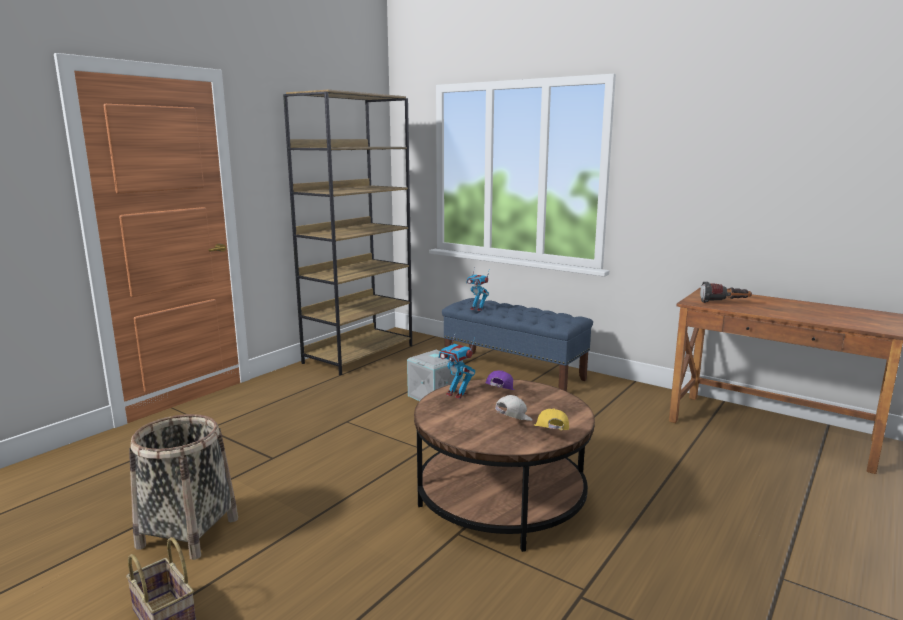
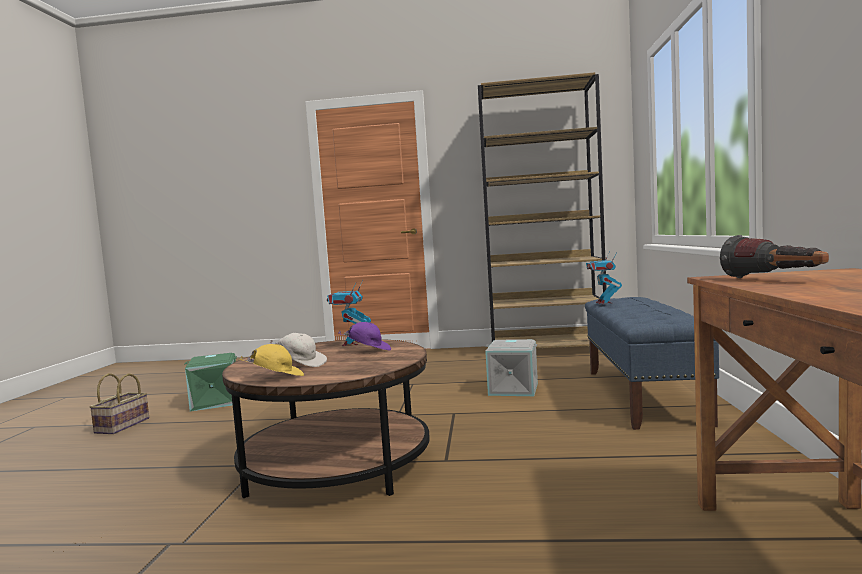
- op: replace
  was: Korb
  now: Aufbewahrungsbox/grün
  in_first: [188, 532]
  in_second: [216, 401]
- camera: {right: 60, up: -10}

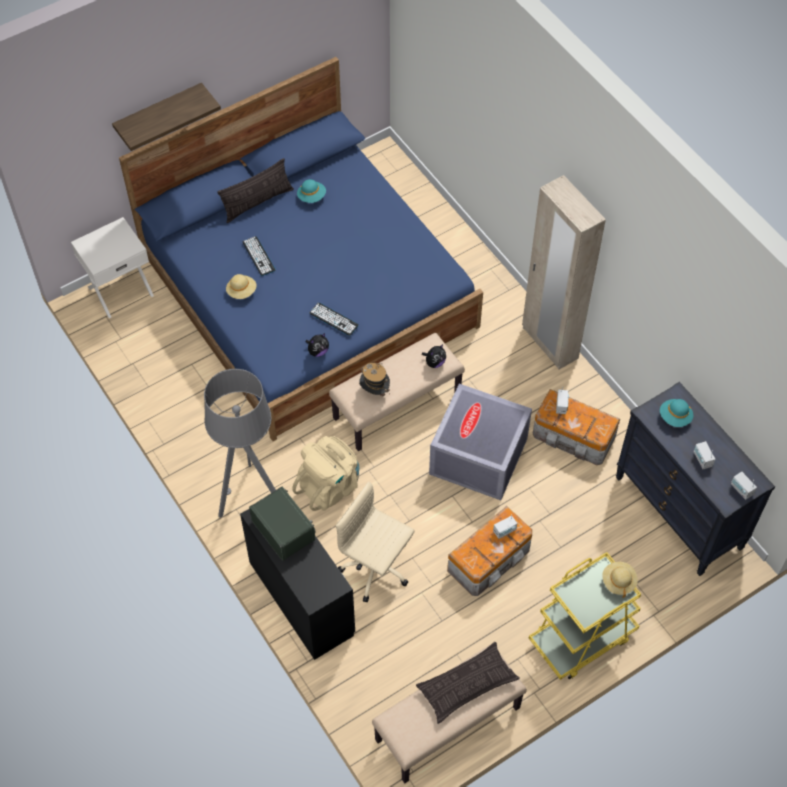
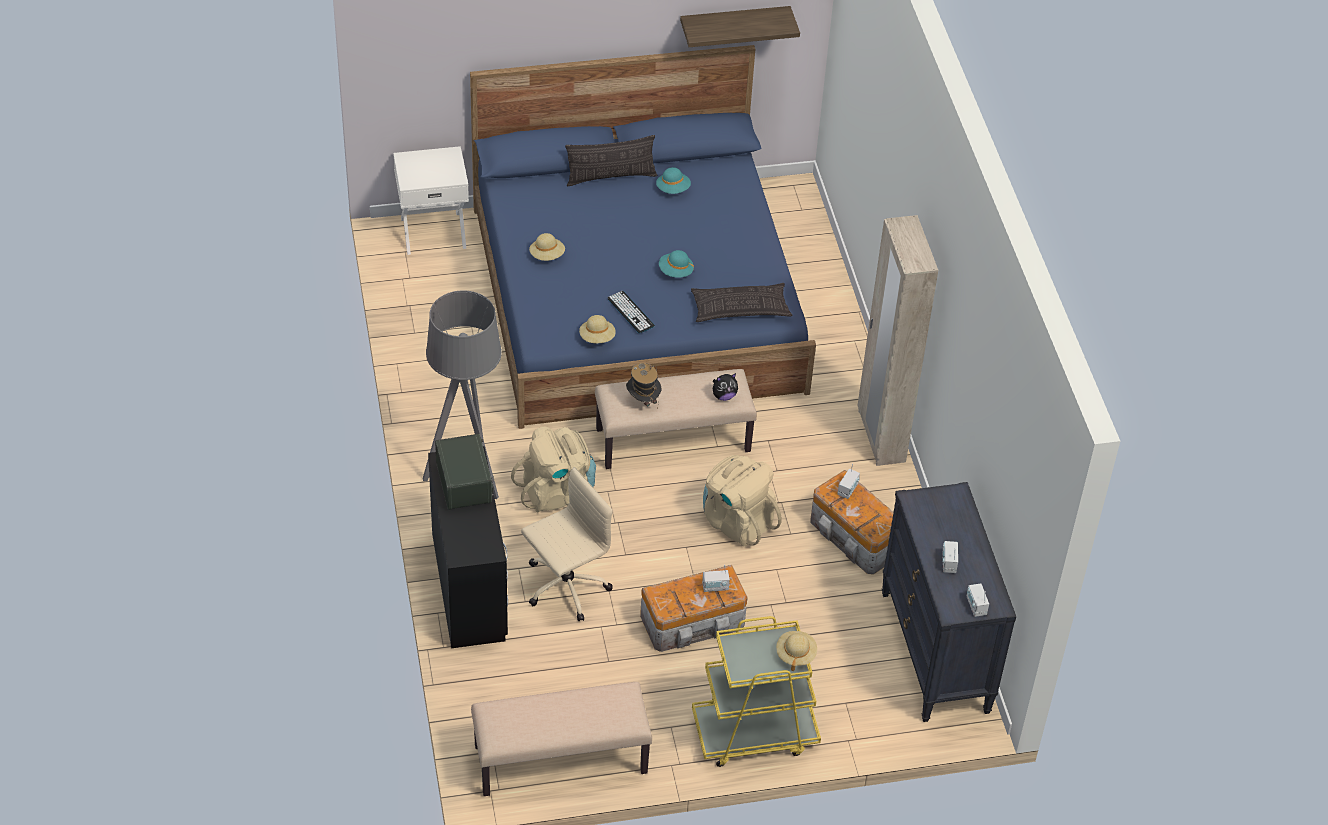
- op: delete
  was: Tastatur
  in_first: [259, 256]
- op: move
  was: Wandregal
  in_first: [159, 113]
  in_second: [734, 24]
- op: move
  was: Kissen
  in_first: [467, 685]
  in_second: [740, 308]
- op: move
  was: Hut/türkis
  in_first: [675, 417]
  in_second: [675, 272]
- op: replace
  was: Plüschtier
  now: Hut/beige
  in_first: [318, 351]
  in_second: [597, 338]
- op: replace
  was: Aufbewahrungsbox/grau
  now: Rucksack/beige
  in_first: [479, 457]
  in_second: [737, 521]
- op: rotate
  was: Bürostuhl/beige
  in_first: [376, 568]
  in_second: [565, 587]
  clockwise: 90
- camera: {right: 20, up: -10}

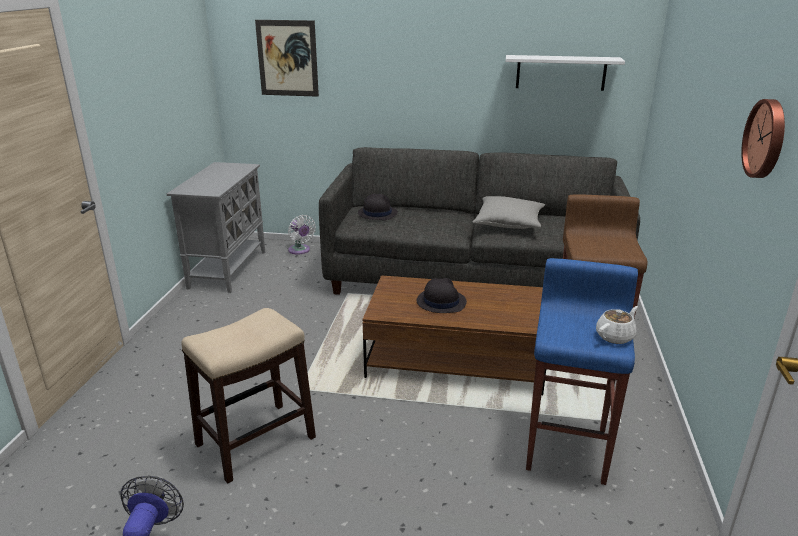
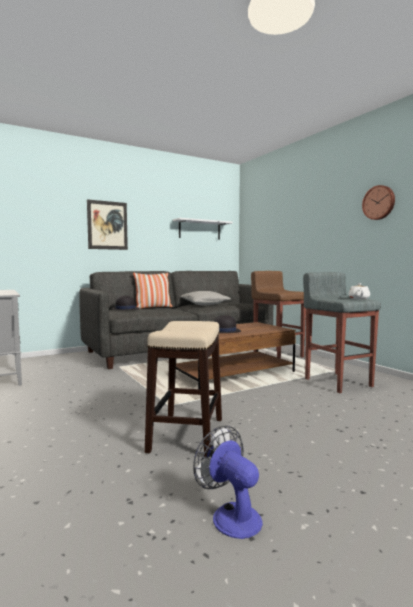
- op: delete
  was: Ventilator/weiß
  in_first: [300, 250]
- op: insert
  now: Kissen
  in_second: [153, 308]
- op: move
  was: Bild
  in_first: [287, 58]
  in_second: [107, 225]
- op: recolor
  was: Hocker/blau
  now: Hocker/grau
  in_first: [568, 447]
  in_second: [338, 382]
- camera: {right: -40, up: -20}

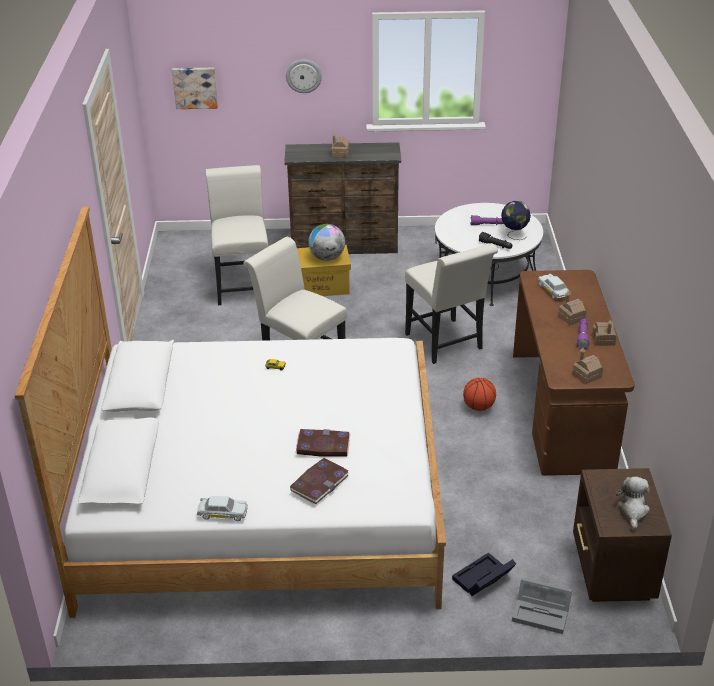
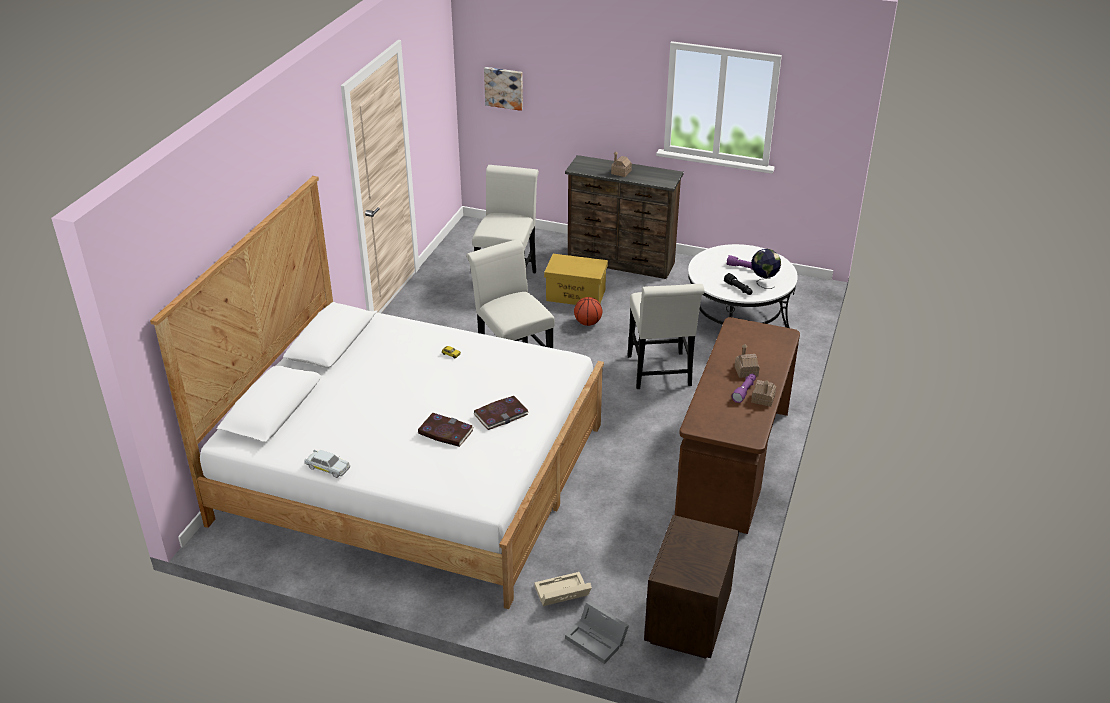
- op: delete
  was: Wanduhr
  in_first: [303, 76]
- op: delete
  was: Globus
  in_first: [327, 258]
- op: delete
  was: Spielzeugauto/weiß
  in_first: [553, 291]
- op: delete
  was: Spielzeughaus
  in_first: [586, 375]
- op: delete
  was: Plüschtier
  in_first: [632, 511]
- op: move
  was: Buch
  in_first: [319, 482]
  in_second: [501, 414]
- op: move
  was: Basketball
  in_first: [478, 407]
  in_second: [587, 323]
- op: recolor
  was: Aufbewahrungsbox/schwarz
  now: Aufbewahrungsbox/beige
  in_first: [482, 580]
  in_second: [561, 594]
- camera: {right: 20, up: 0}

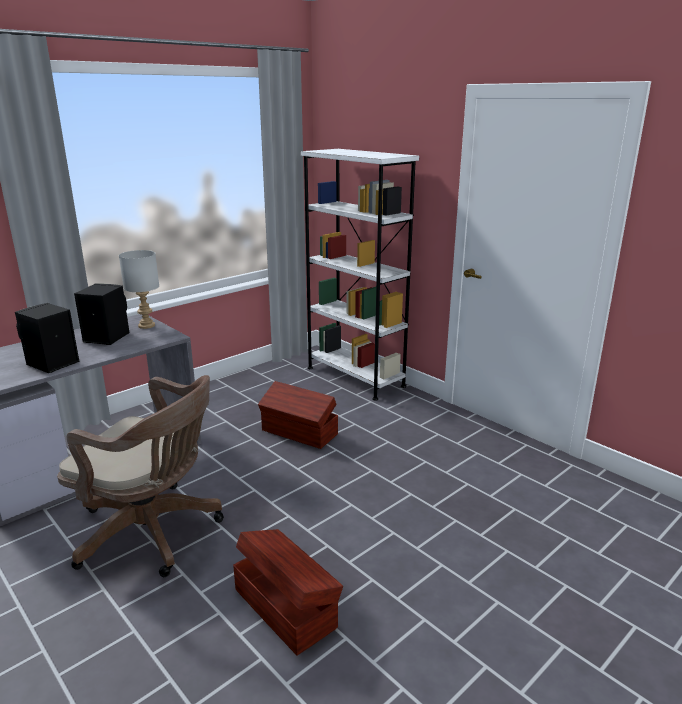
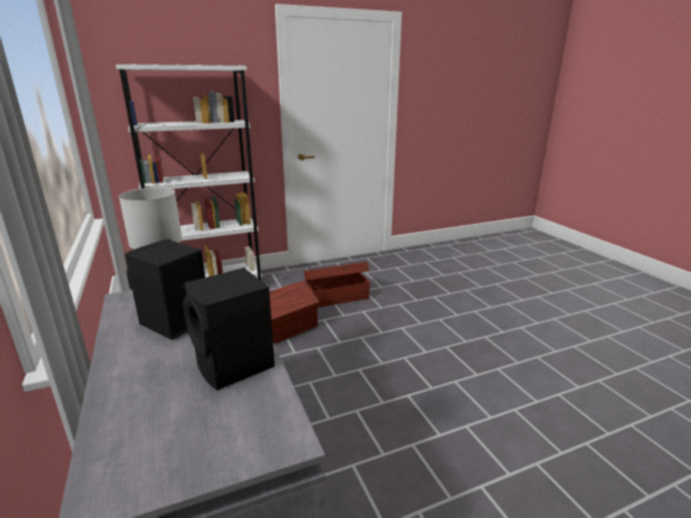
- op: delete
  was: Bürostuhl/braun
  in_first: [154, 532]
- op: move
  was: Aufbewahrungsbox/braun
  in_first: [285, 606]
  in_second: [336, 297]
- camera: {right: -70, up: 0}

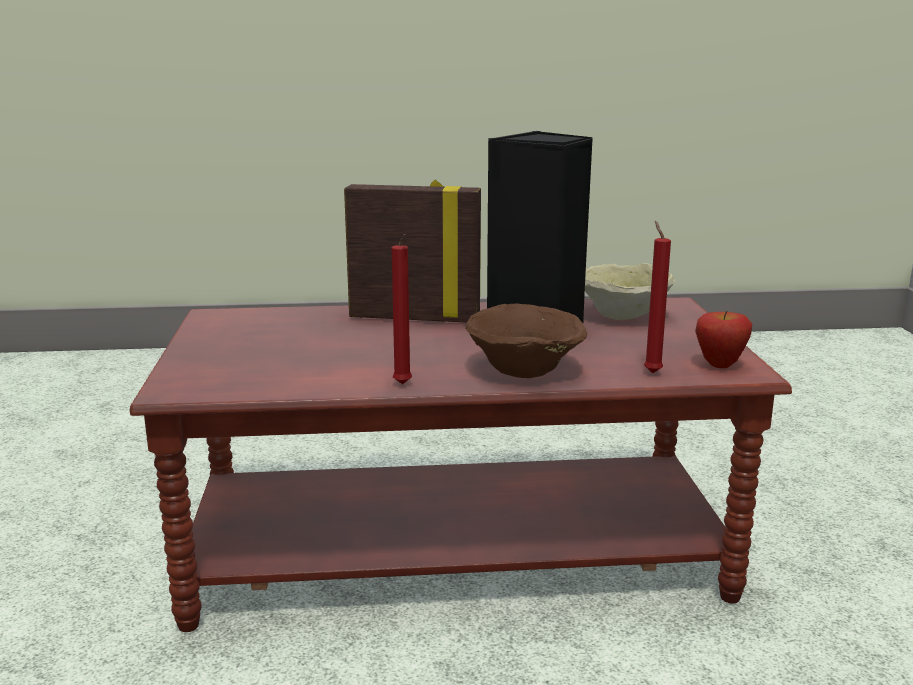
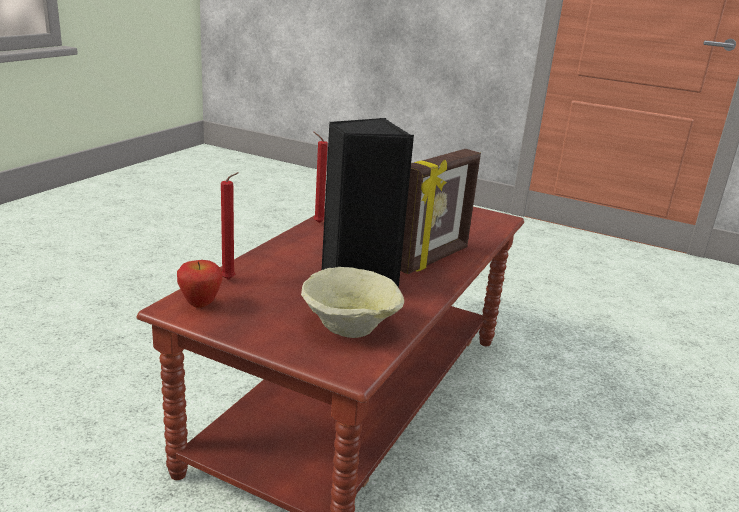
- op: delete
  was: Schüssel/braun
  in_first: [526, 369]
- camera: {right: 120, up: 5}

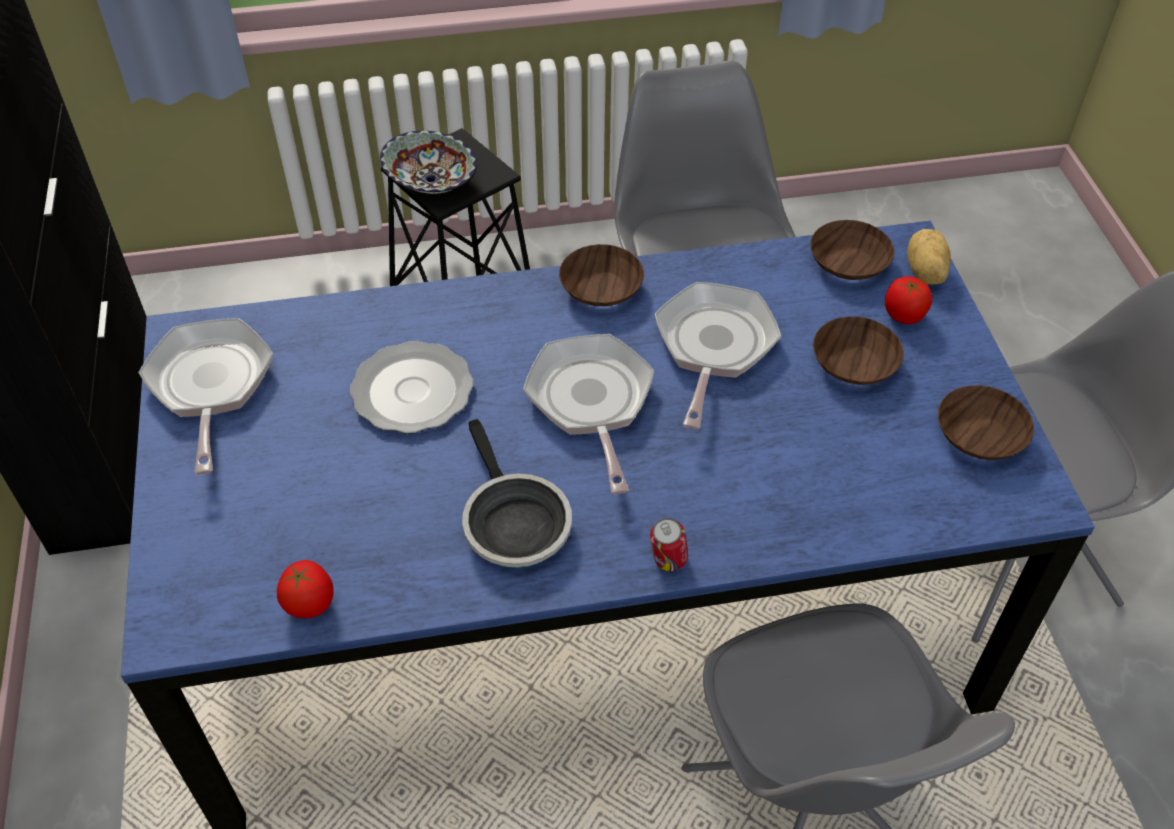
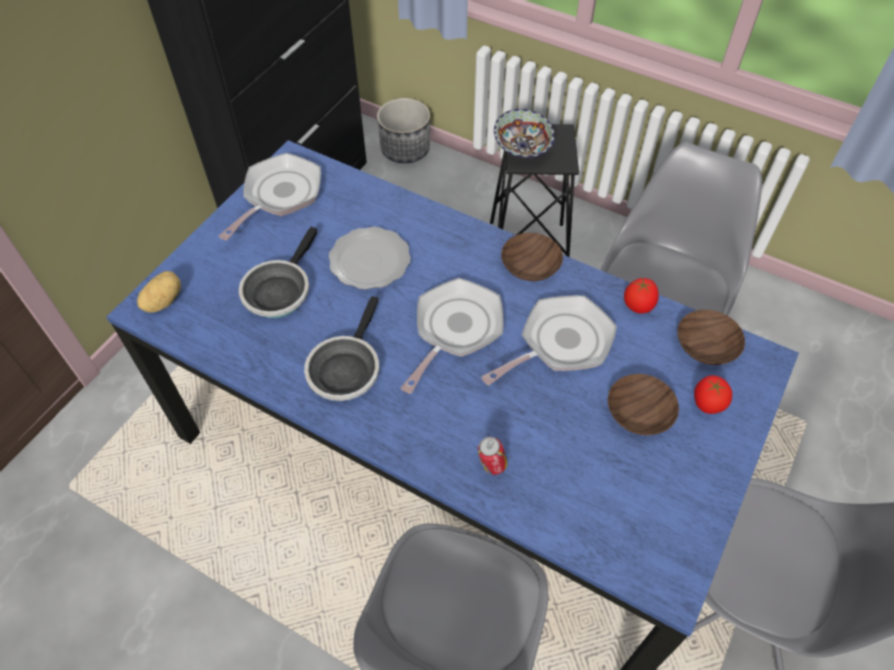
- op: delete
  was: Schüssel/braun
  in_first: [980, 434]
- op: insert
  now: Pfanne
  in_second: [279, 290]
- op: insert
  now: Pflanzkübel
  in_second: [405, 150]
- op: move
  was: Tomate
  in_first: [309, 603]
  in_second: [638, 305]
- op: move
  was: Dose
  in_first: [667, 562]
  in_second: [491, 465]
- op: move
  was: Kartoffel
  in_first: [924, 272]
  in_second: [163, 301]
- camera: {right: 40, up: 5}

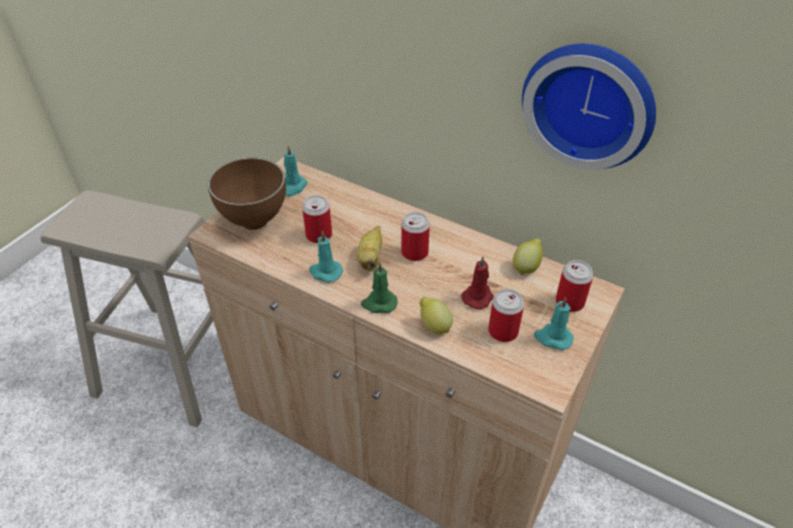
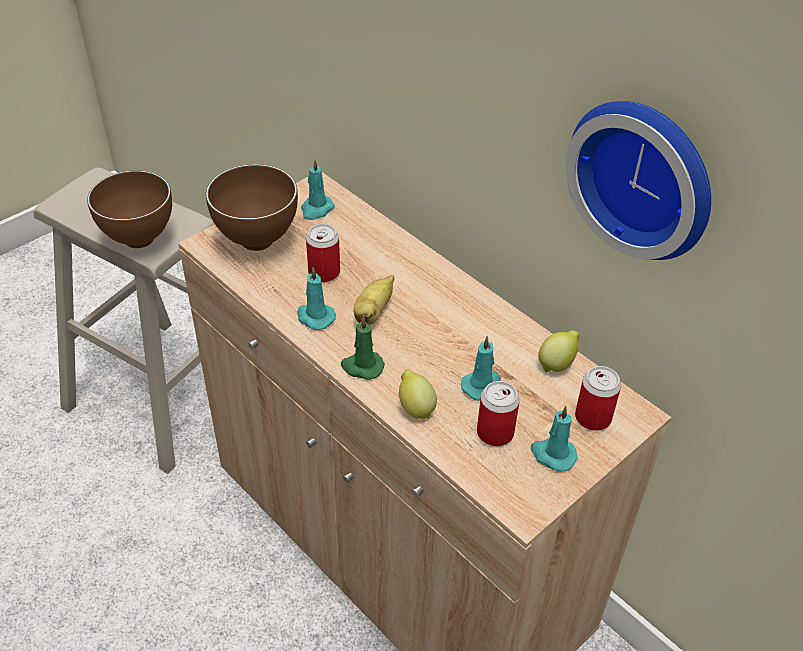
- op: delete
  was: Dose
  in_first: [414, 252]
- op: insert
  now: Schüssel/braun
  in_second: [139, 241]
- op: recolor
  was: Kerze/rot
  now: Kerze/türkis
  in_first: [478, 296]
  in_second: [482, 385]
- camera: {right: 15, up: 0}

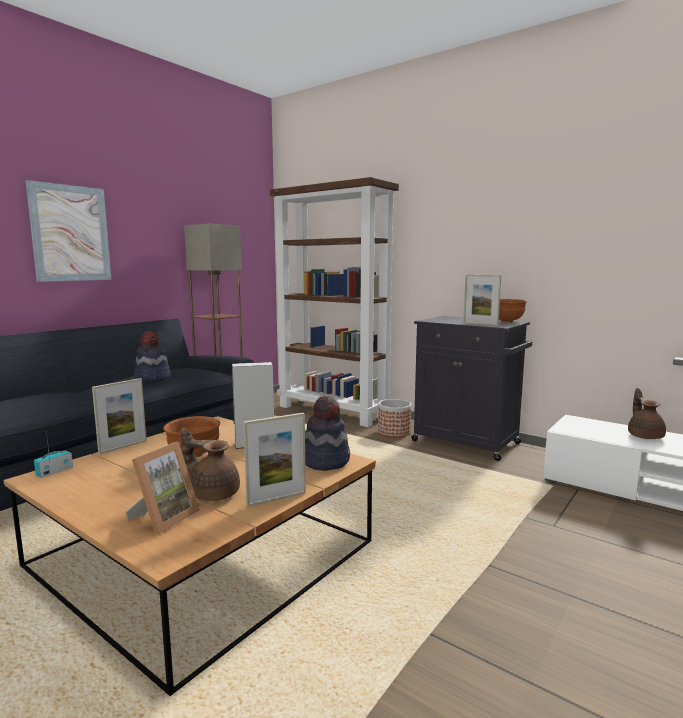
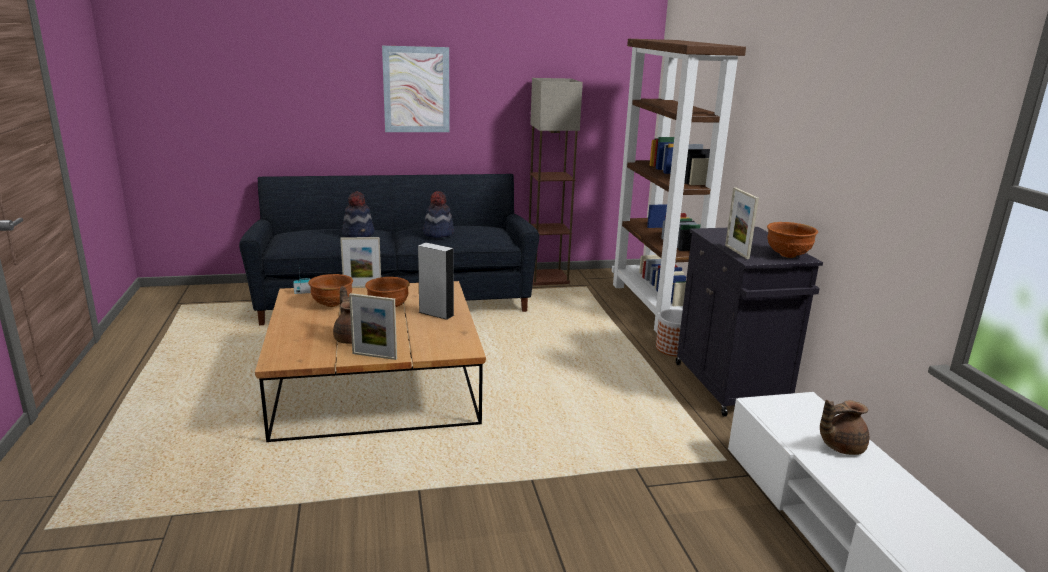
- op: delete
  was: Bilderrahmen
  in_first: [164, 518]
- op: insert
  now: Schüssel/braun
  in_second: [332, 304]
- op: move
  was: Hut
  in_first: [326, 461]
  in_second: [359, 234]
- op: rotate
  was: Teekanne/braun
  in_first: [644, 436]
  in_second: [840, 447]
  clockwise: -150
- camera: {right: 40, up: 10}

